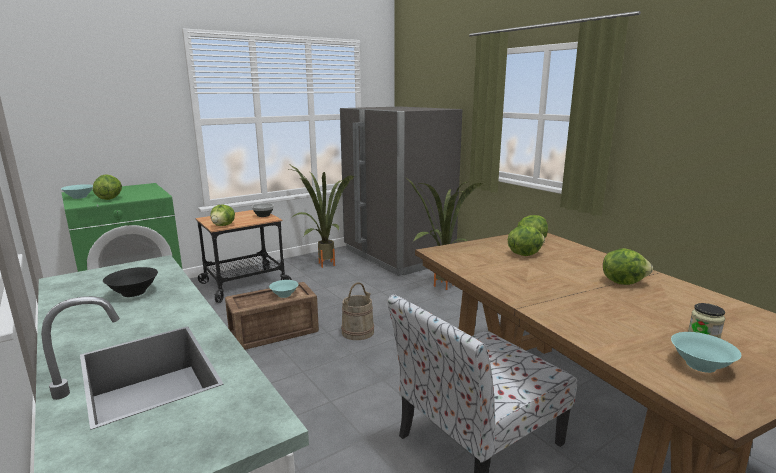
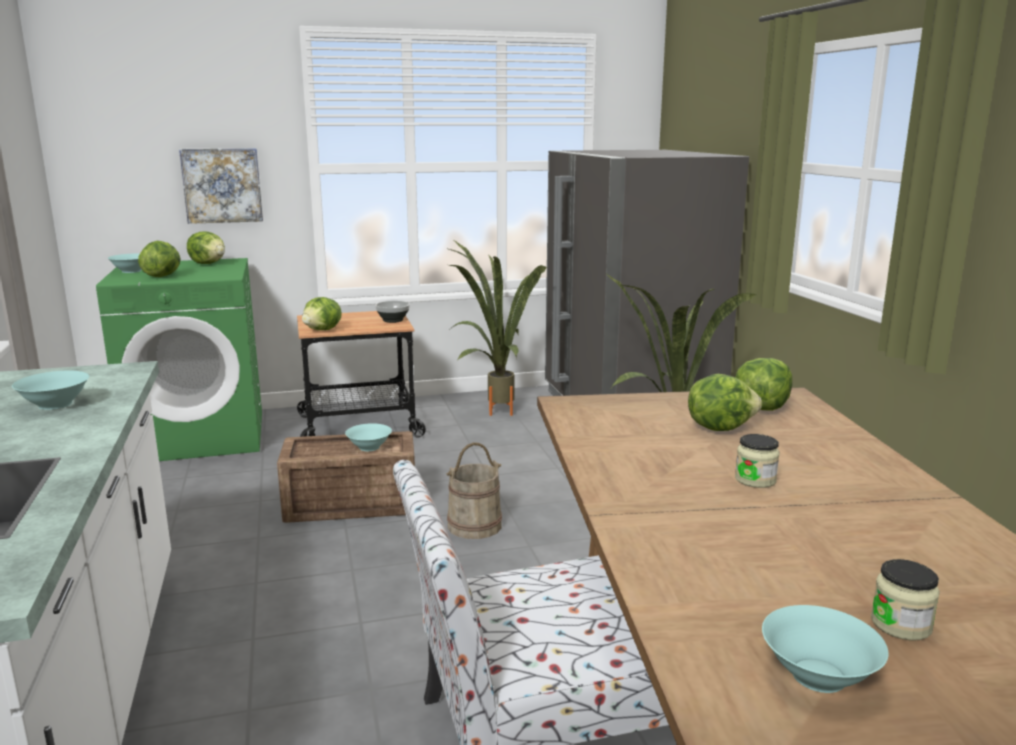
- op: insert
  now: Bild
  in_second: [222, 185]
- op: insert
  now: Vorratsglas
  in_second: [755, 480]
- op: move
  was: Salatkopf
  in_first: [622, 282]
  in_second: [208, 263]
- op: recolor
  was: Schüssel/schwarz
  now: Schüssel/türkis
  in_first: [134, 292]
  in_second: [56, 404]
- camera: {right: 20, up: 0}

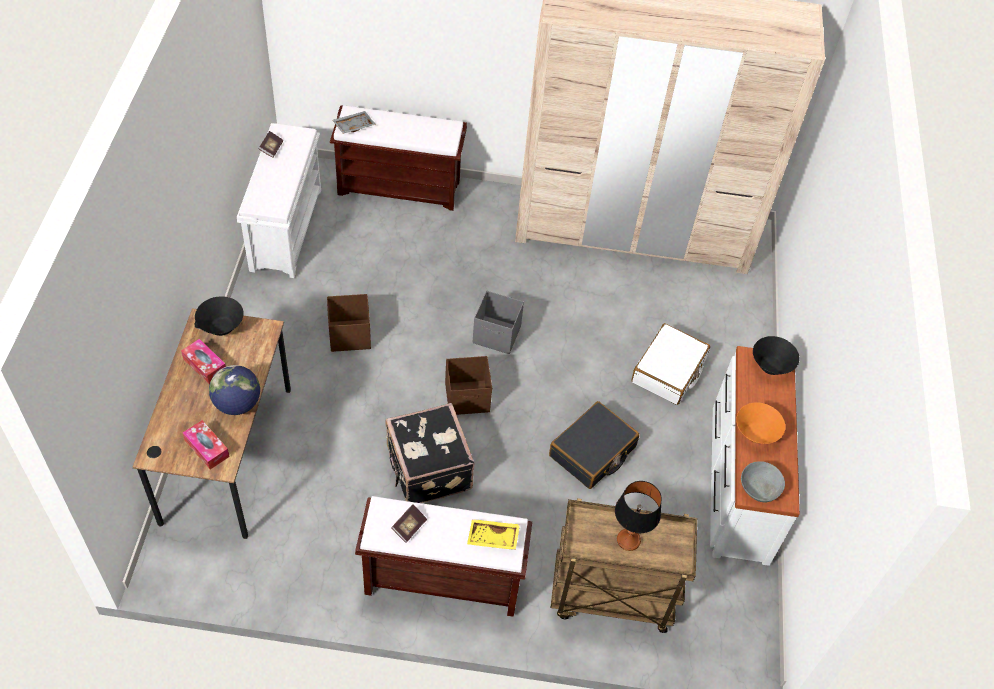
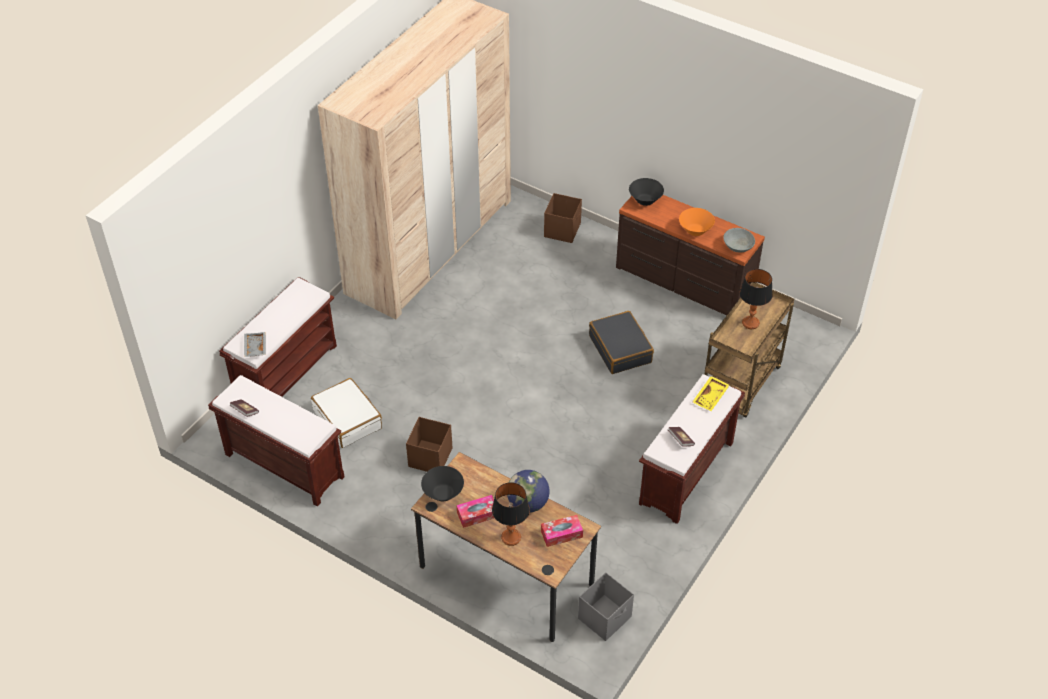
- op: delete
  was: Koffer/schwarz
  in_first: [427, 469]
- op: insert
  now: Tischlampe
  in_second: [510, 537]
- op: move
  was: Aufbewahrungsbox/braun
  in_first: [468, 398]
  in_second: [562, 230]
- op: move
  was: Aufbewahrungsbox/grau
  in_first: [497, 335]
  in_second: [605, 617]
- op: move
  was: Koffer/weiß
  in_first: [669, 371]
  in_second: [348, 419]
- op: recolor
  was: Bank/weiß
  now: Bank/braun
  in_first: [286, 228]
  in_second: [283, 465]
- op: recolor
  was: Kommode/weiß
  now: Kommode/braun
  in_first: [738, 481]
  in_second: [683, 282]
- camera: {right: -60, up: -5}

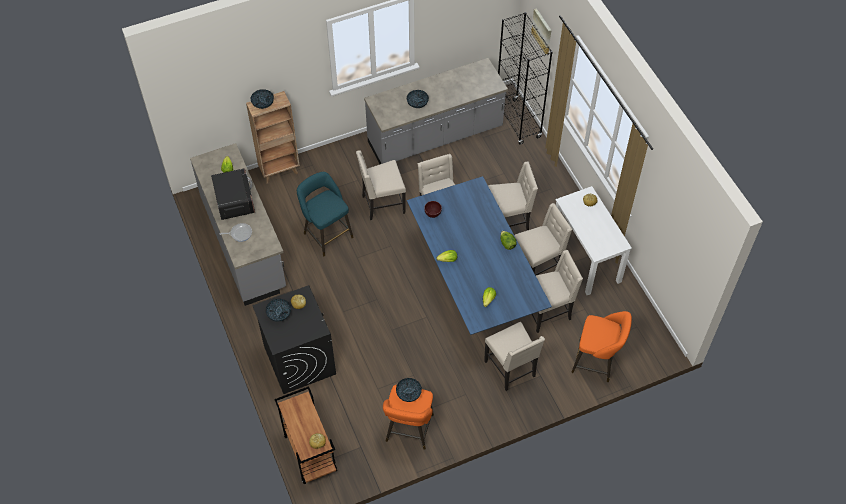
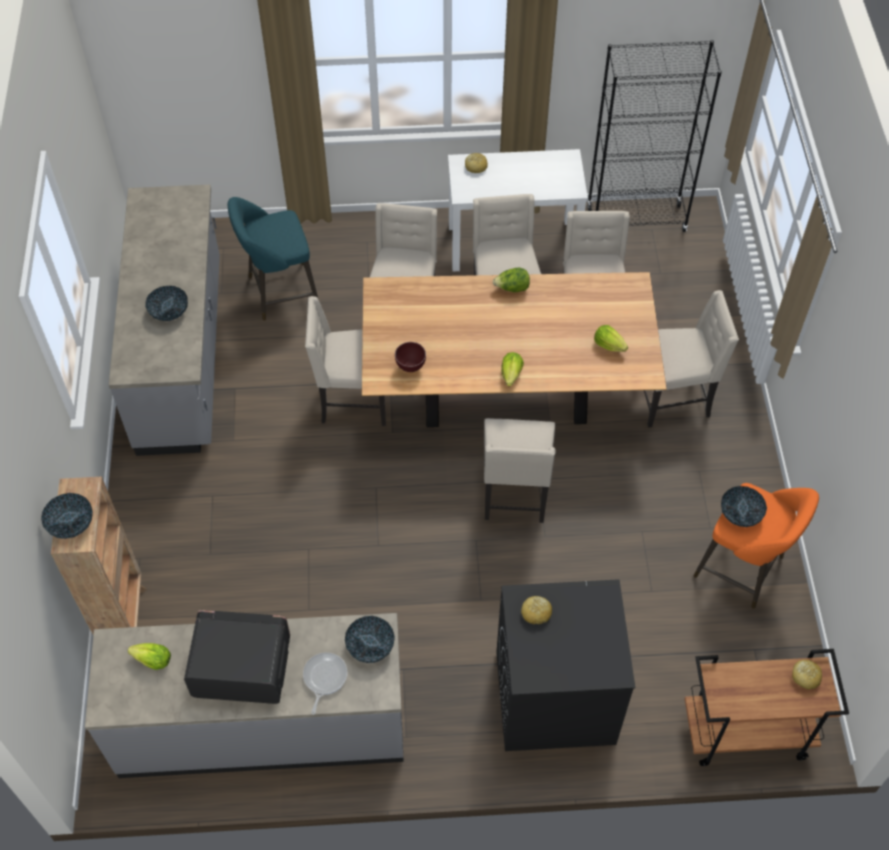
- op: delete
  was: Bild
  in_first: [542, 31]
- op: delete
  was: Hocker/orange
  in_first: [597, 362]
- op: move
  was: Schüssel
  in_first: [279, 314]
  in_second: [370, 645]
- op: move
  was: Hocker/türkis
  in_first: [326, 234]
  in_second: [279, 292]
- op: move
  was: Stuhl/beige
  in_first: [382, 204]
  in_second: [515, 494]
- op: move
  was: Bücherregal/schwarz
  in_first: [518, 122]
  in_second: [636, 220]
- op: recolor
  was: Esstisch/blau
  now: Esstisch/braun
  in_first: [474, 286]
  in_second: [506, 396]
- camera: {right: -70, up: 0}

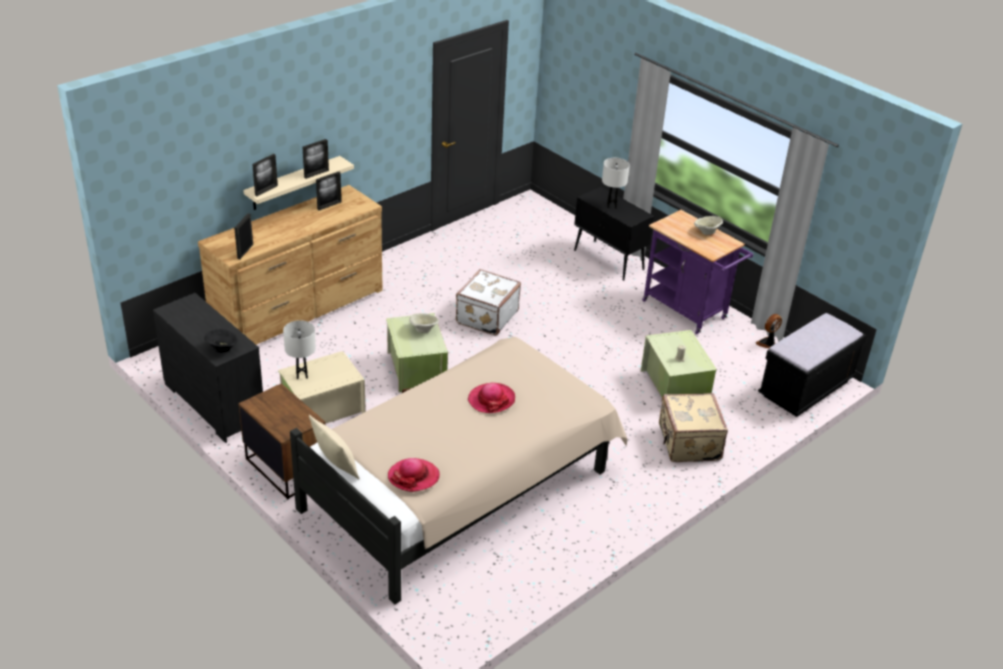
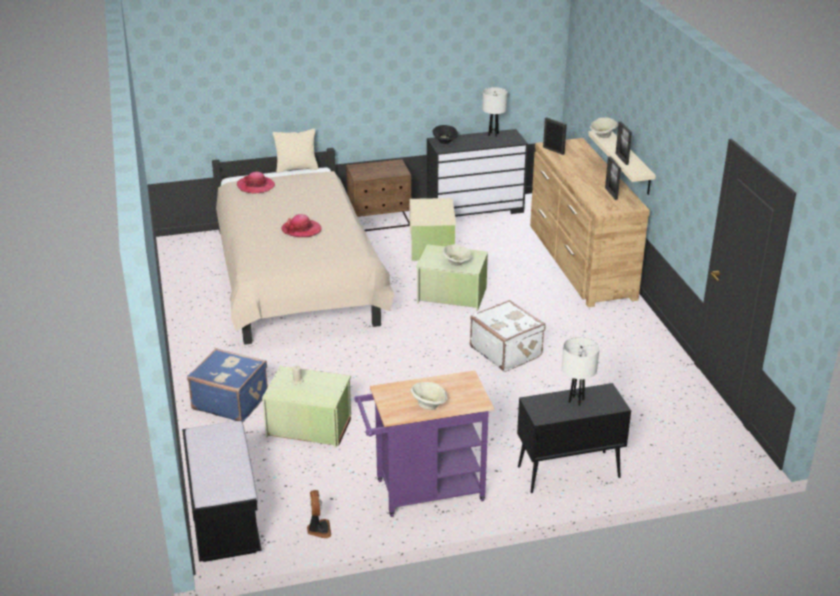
- op: move
  was: Tischlampe/weiß
  in_first: [302, 375]
  in_second: [493, 134]
- op: replace
  was: Bilderrahmen
  now: Schüssel/beige
  in_first: [266, 190]
  in_second: [602, 136]
- op: recolor
  was: Koffer/beige
  now: Koffer/blau
  in_first: [688, 443]
  in_second: [230, 401]
- camera: {right: 120, up: -5}

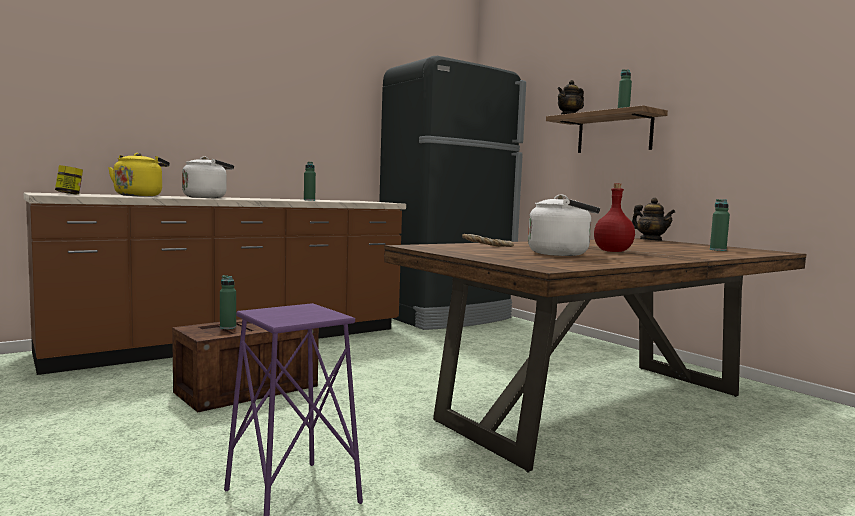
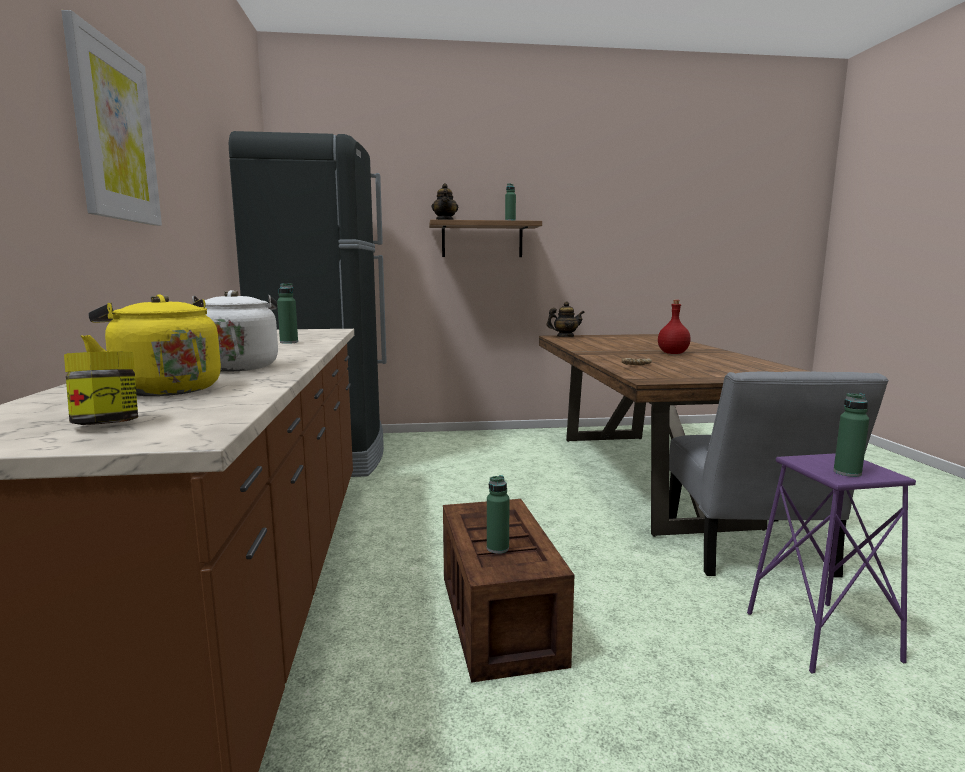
- op: delete
  was: Wasserkessel/weiß
  in_first: [562, 254]
- op: insert
  now: Bild
  in_second: [114, 133]
- op: insert
  now: Stuhl/grau
  in_second: [748, 550]
- op: move
  was: Flasche/grün
  in_first: [718, 250]
  in_second: [847, 473]
- camera: {right: -60, up: 5}

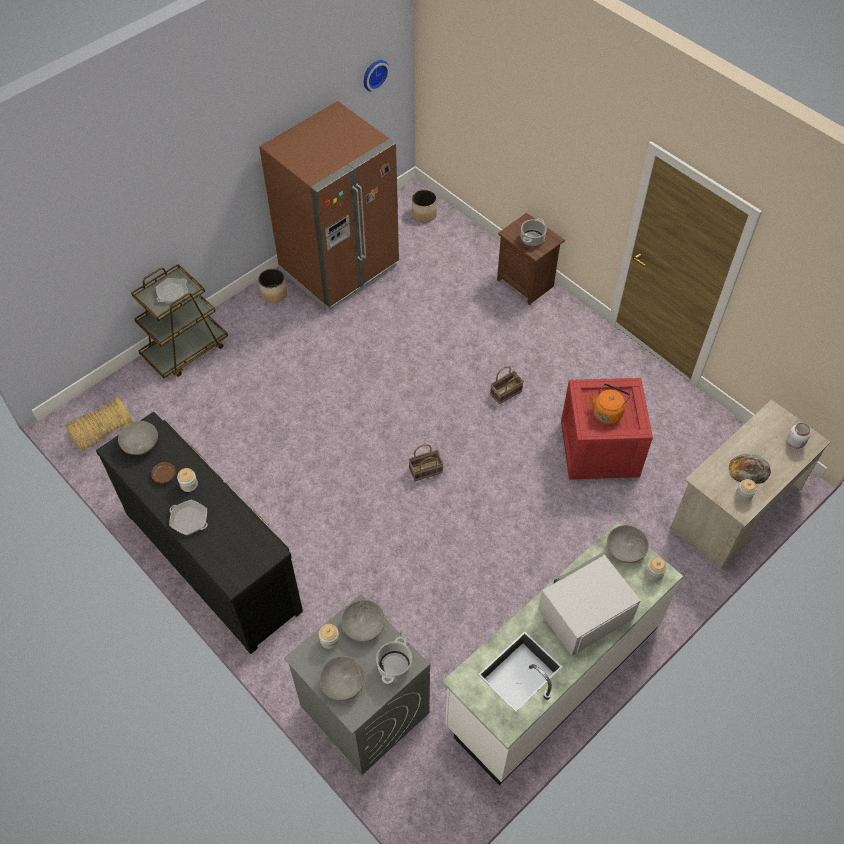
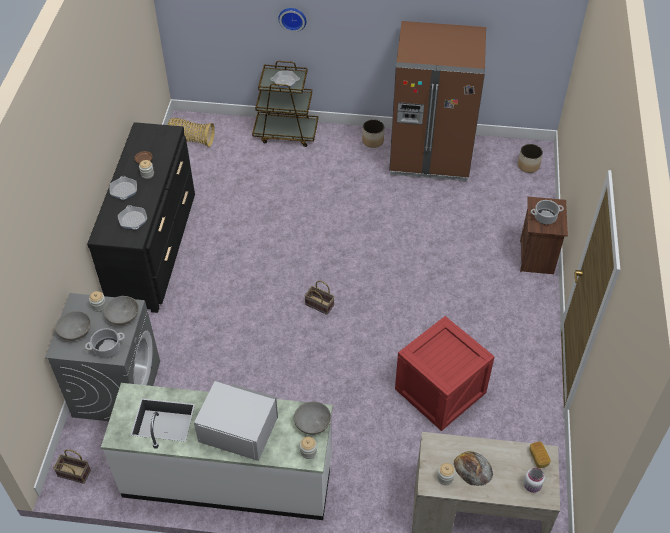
- op: delete
  was: Schüssel/grau
  in_first: [140, 444]
- op: delete
  was: Wasserkessel/orange
  in_first: [607, 412]
- op: insert
  now: Pfanne
  in_second: [133, 220]
- op: insert
  now: Brot
  in_second: [538, 458]
- op: move
  was: Wanduhr
  in_first: [374, 74]
  in_second: [292, 18]
- op: move
  was: Korb
  in_first: [505, 393]
  in_second: [73, 473]
- camera: {right: 50, up: -5}

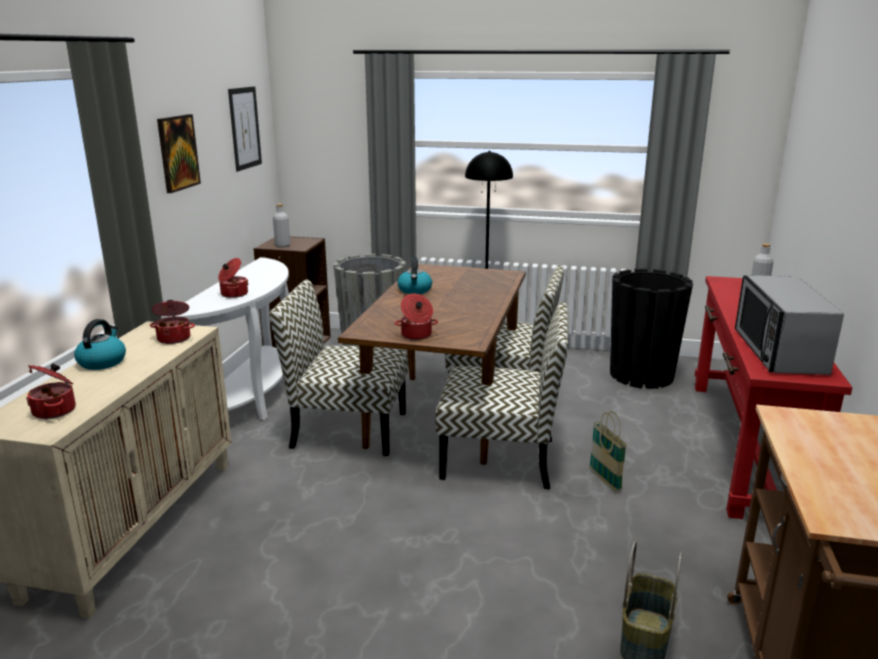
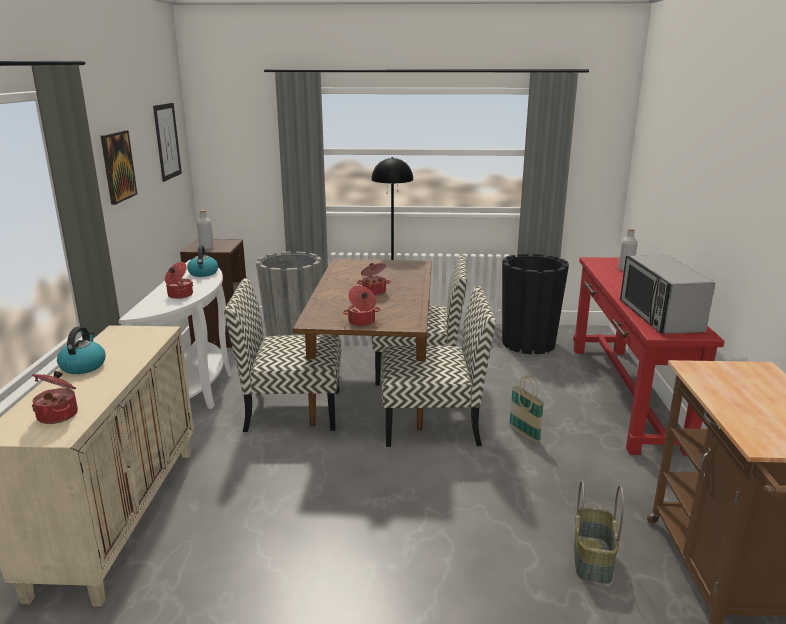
- op: move
  was: Kochtopf
  in_first: [174, 338]
  in_second: [374, 292]
- op: move
  was: Wasserkessel
  in_first: [415, 290]
  in_second: [203, 273]
- camera: {right: -10, up: 0}

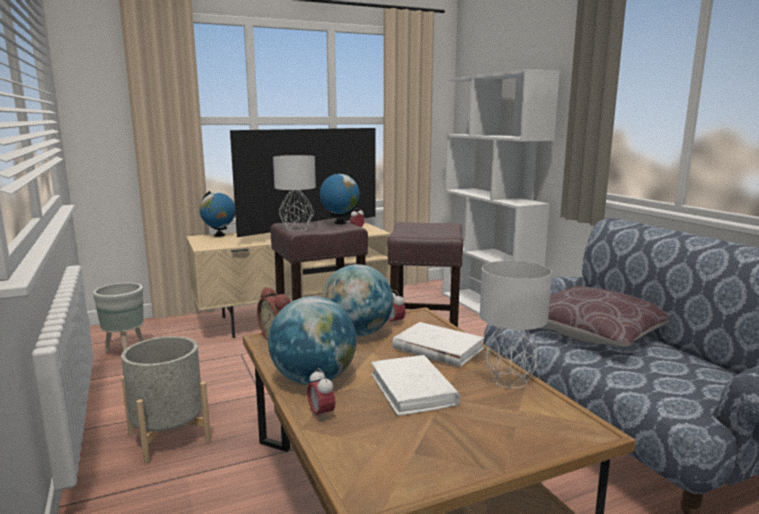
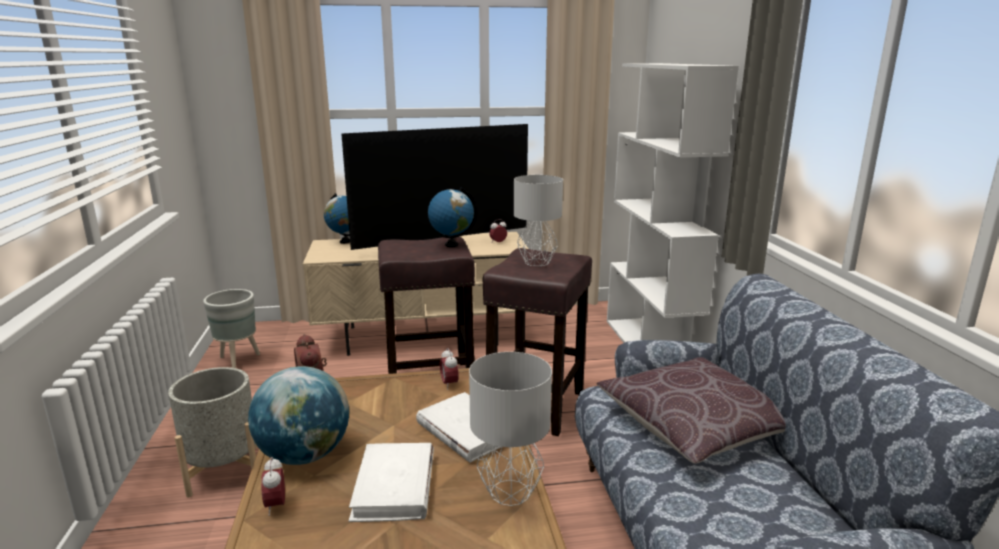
- op: delete
  was: Globus
  in_first: [357, 334]
- op: move
  was: Tischlampe/grau
  in_first: [296, 228]
  in_second: [536, 262]
- camera: {right: 15, up: 5}

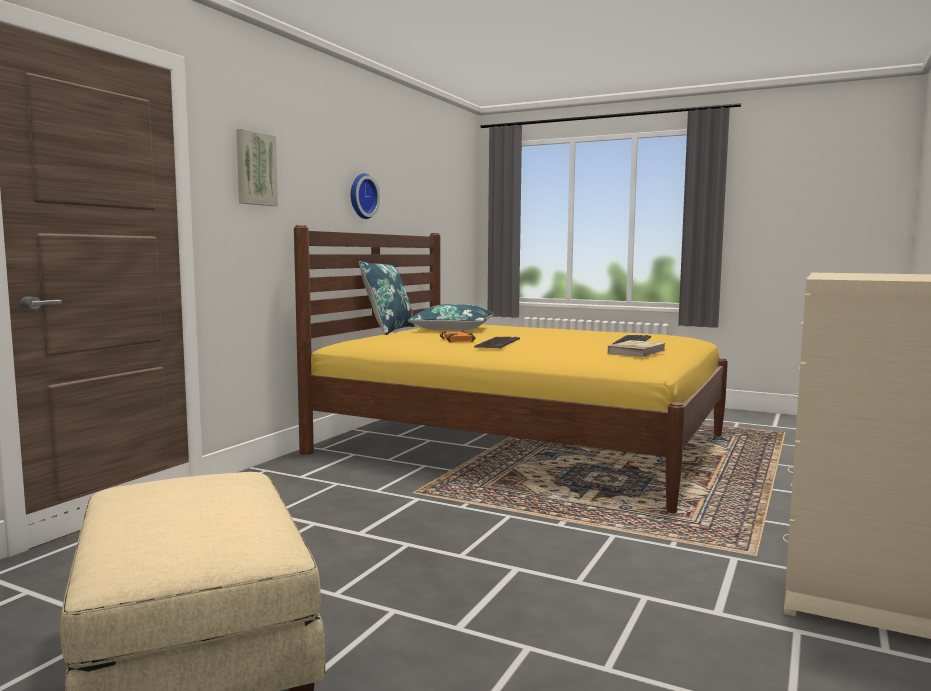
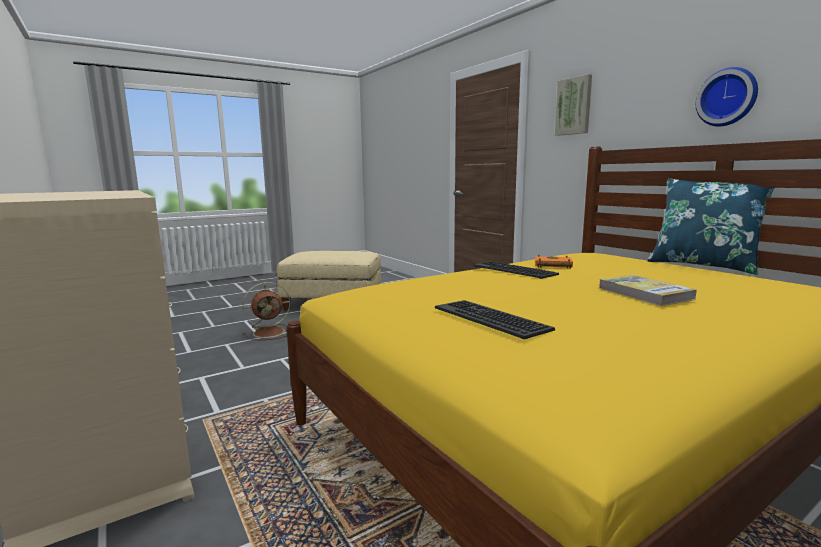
- op: delete
  was: Kissen/blau
  in_first: [452, 329]
- op: insert
  now: Ventilator/braun
  in_second: [270, 332]
- op: move
  was: Buch
  in_first: [636, 352]
  in_second: [644, 293]
- camera: {right: 120, up: 5}

